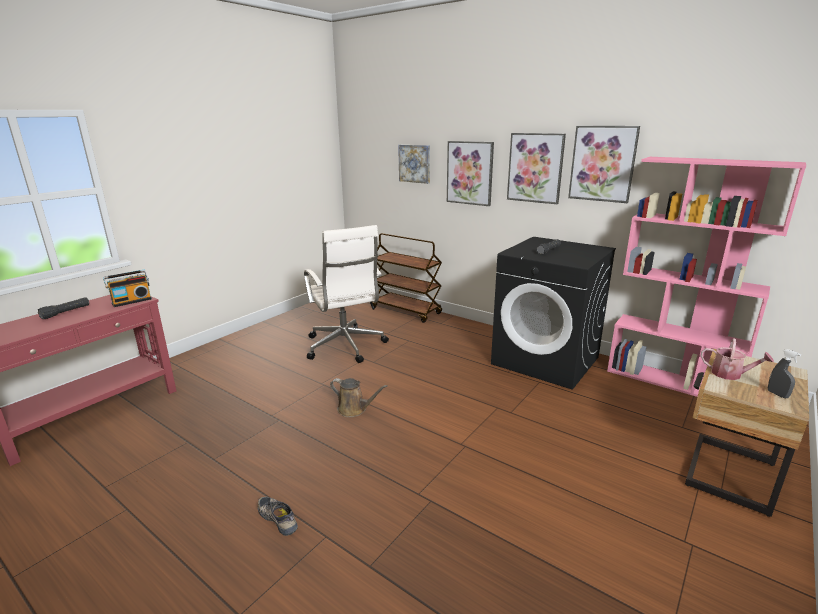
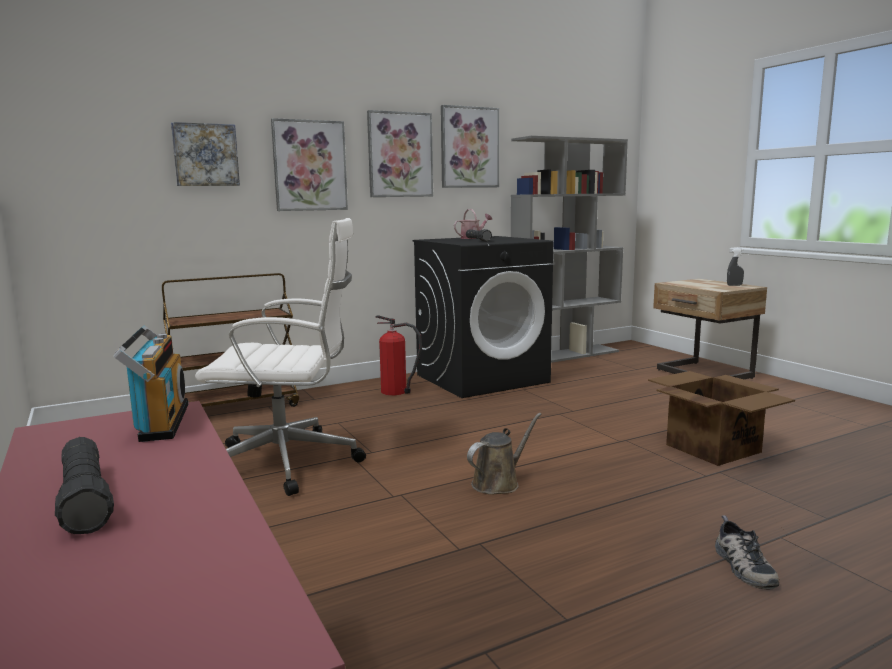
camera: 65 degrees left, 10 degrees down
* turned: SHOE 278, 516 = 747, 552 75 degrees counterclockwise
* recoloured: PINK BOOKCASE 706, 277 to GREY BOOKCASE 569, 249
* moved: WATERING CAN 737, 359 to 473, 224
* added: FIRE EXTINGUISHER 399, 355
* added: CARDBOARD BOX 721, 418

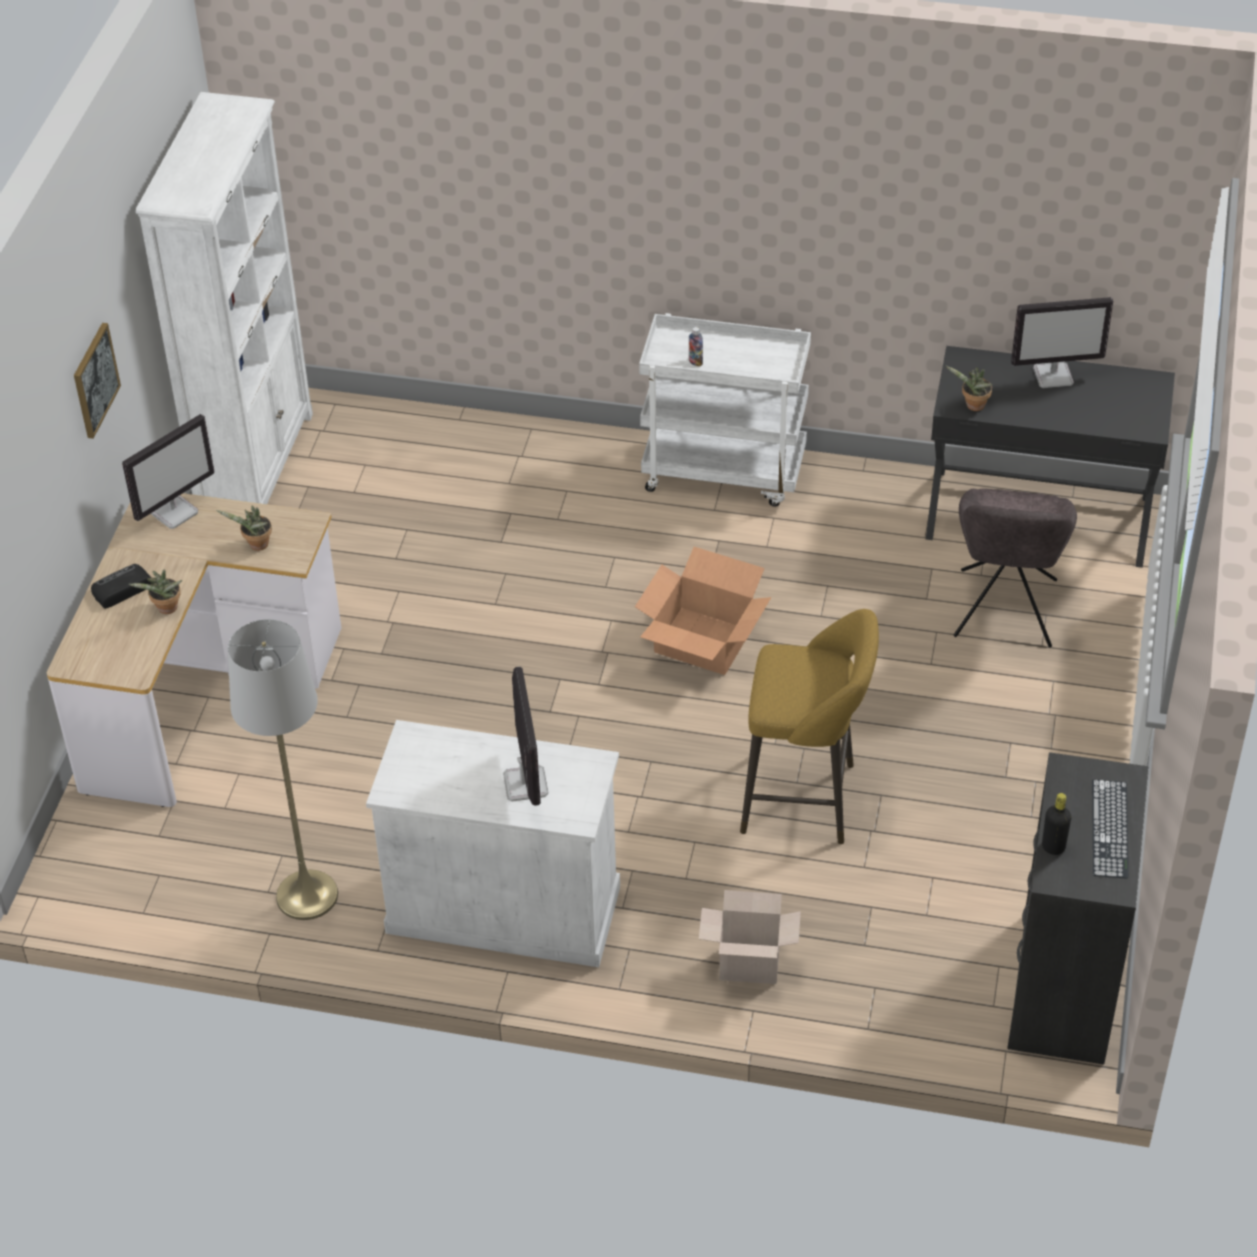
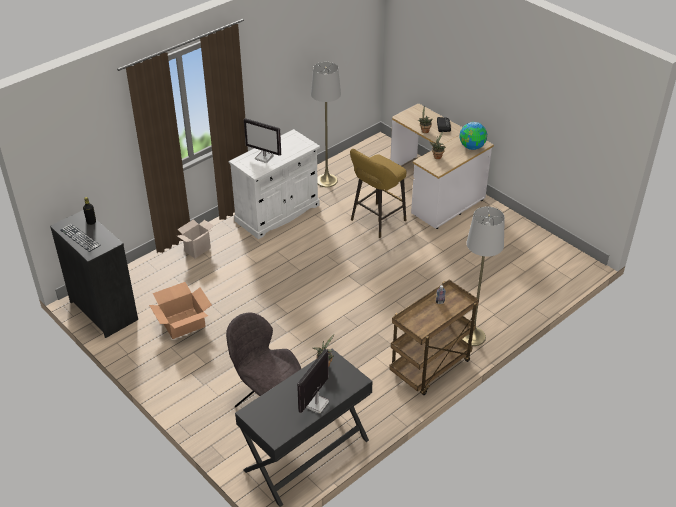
camera: 125 degrees right, 5 degrees down
* removed: PICTURE 97, 381
* replaced: MONITOR 168, 471 to GLOBE 473, 136
* removed: WHITE BOOKCASE 224, 298
* moved: CARDBOARD BOX 703, 611 to 180, 310
* recoloured: WHITE CART 725, 410 to BROWN CART 434, 337
* moved: YELLOW STOOL 809, 726 to 378, 193
* added: GREY FLOOR LAMP 484, 276

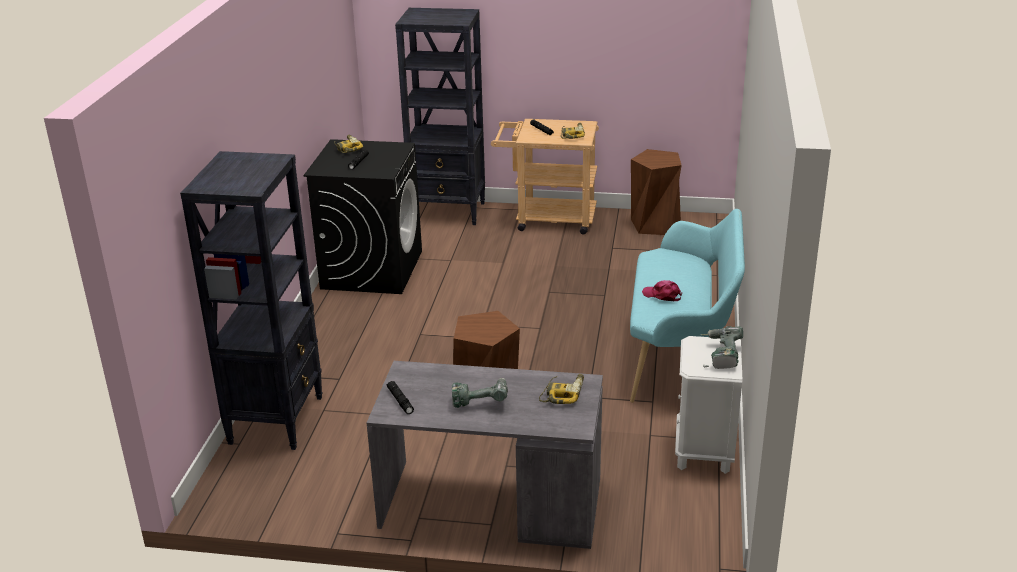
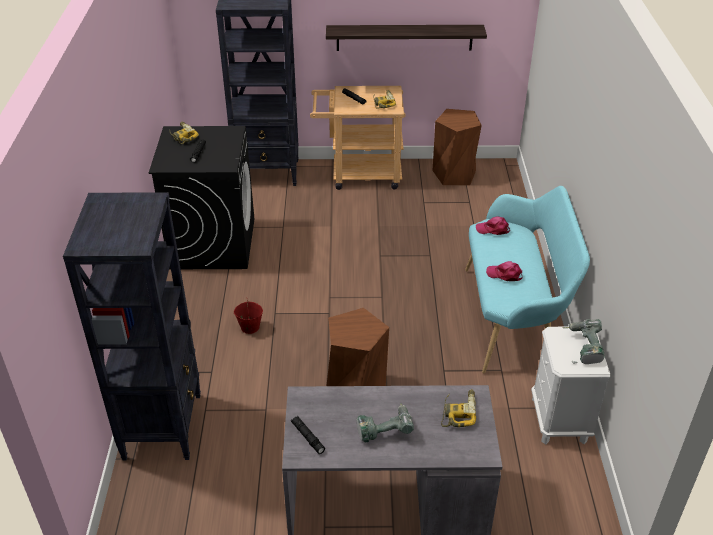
camera: 10 degrees left, 10 degrees up
* added: RED BUCKET 248, 315
* added: SHELF 406, 38
* added: PINK CAP 493, 225

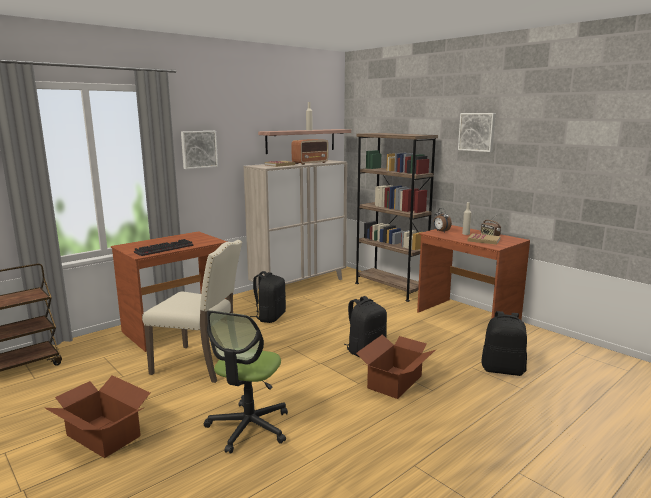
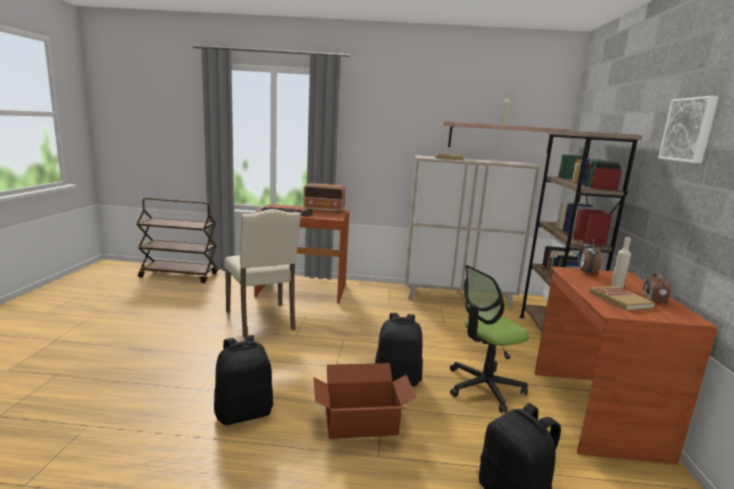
camera: 45 degrees right, 0 degrees up
* removed: CARDBOARD BOX 97, 416
* removed: PICTURE 199, 150
* moved: OFFICE CHAIR 246, 382 to 489, 339
* moved: BLACK BACKPACK 268, 297 to 243, 380
* moved: RADIO 309, 152 to 324, 197

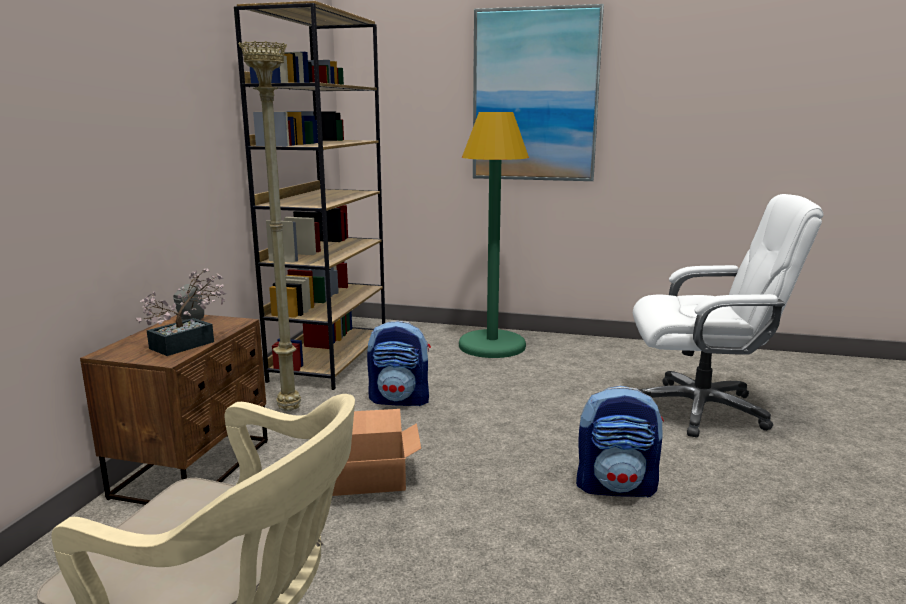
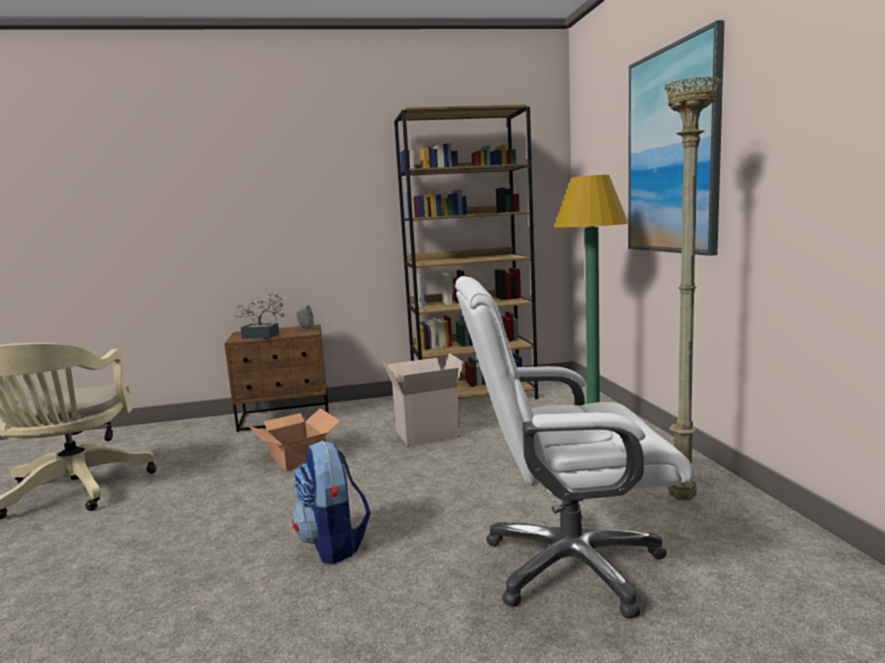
camera: 65 degrees right, 5 degrees down
* moved: BEIGE FLOOR LAMP 270, 226 to 693, 288
* replaced: BACKPACK 399, 363 to CARDBOARD BOX 423, 399
* turned: WHITE OFFICE CHAIR 728, 315 = 574, 447 105 degrees clockwise

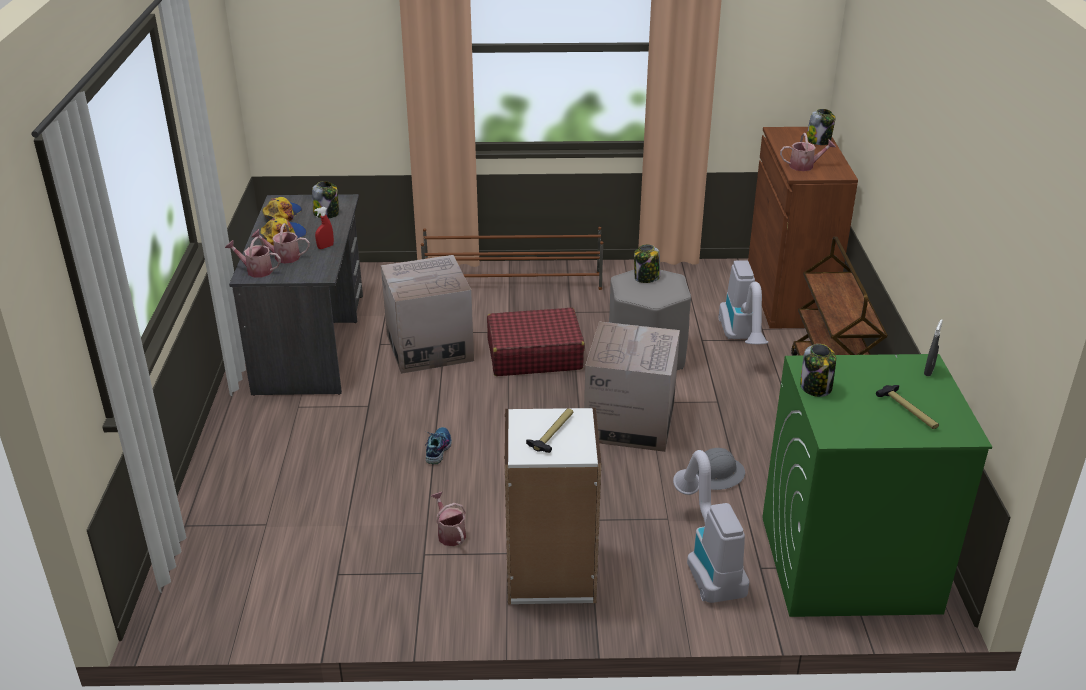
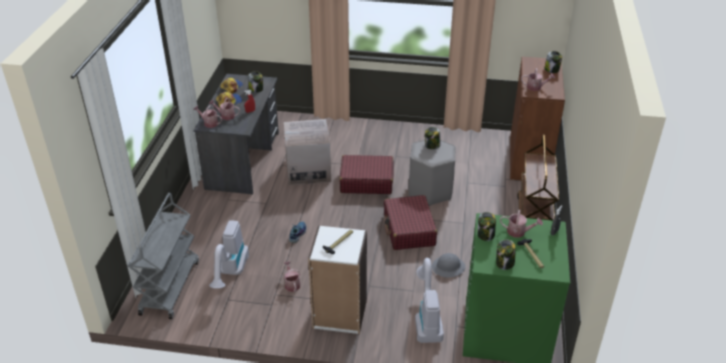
camera: 10 degrees right, 5 degrees up
* removed: BROWN SHOE RACK 512, 258
* replaced: CARDBOARD BOX 632, 387 to RED SUITCASE 410, 222
* moved: VACUUM CLEANER 743, 302 to 229, 254
* added: GREY CART 163, 256
* added: JAR 506, 255
* added: WATERING CAN 521, 223

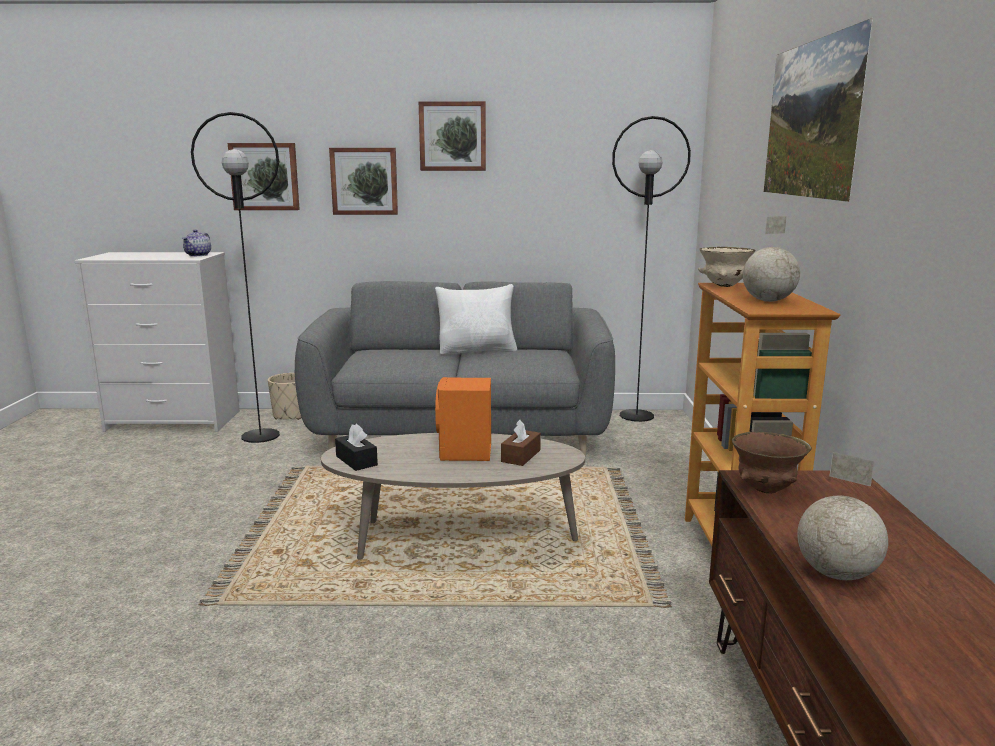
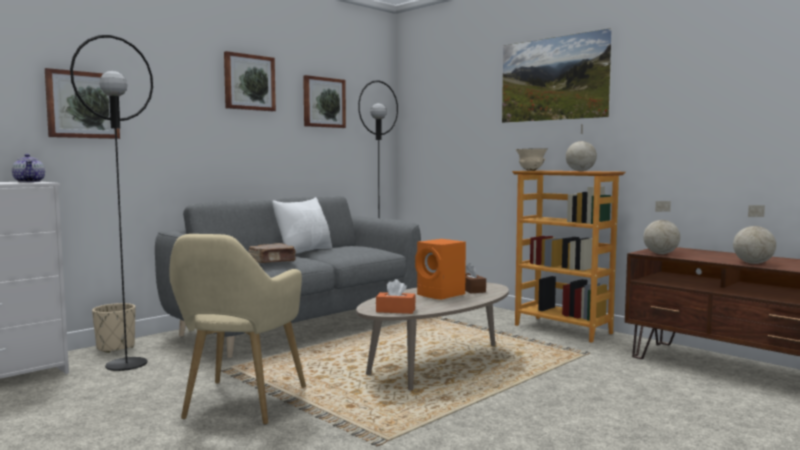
camera: 45 degrees left, 10 degrees down
* moved: PICTURE 363, 181 to 324, 101
* recoloured: BLACK TISSUE BOX 356, 447 to ORANGE TISSUE BOX 396, 296
* replaced: BROWN BOWL 772, 463 to GLOBE 661, 227
* added: BEIGE ARMCHAIR 238, 329
* added: BROWN BOOK 272, 253

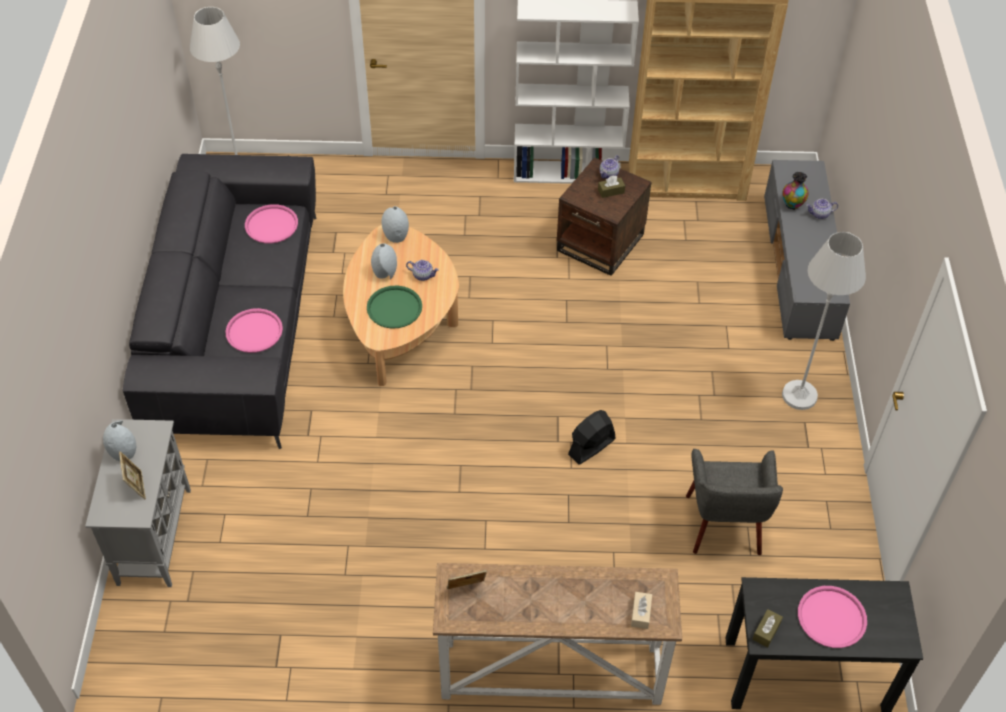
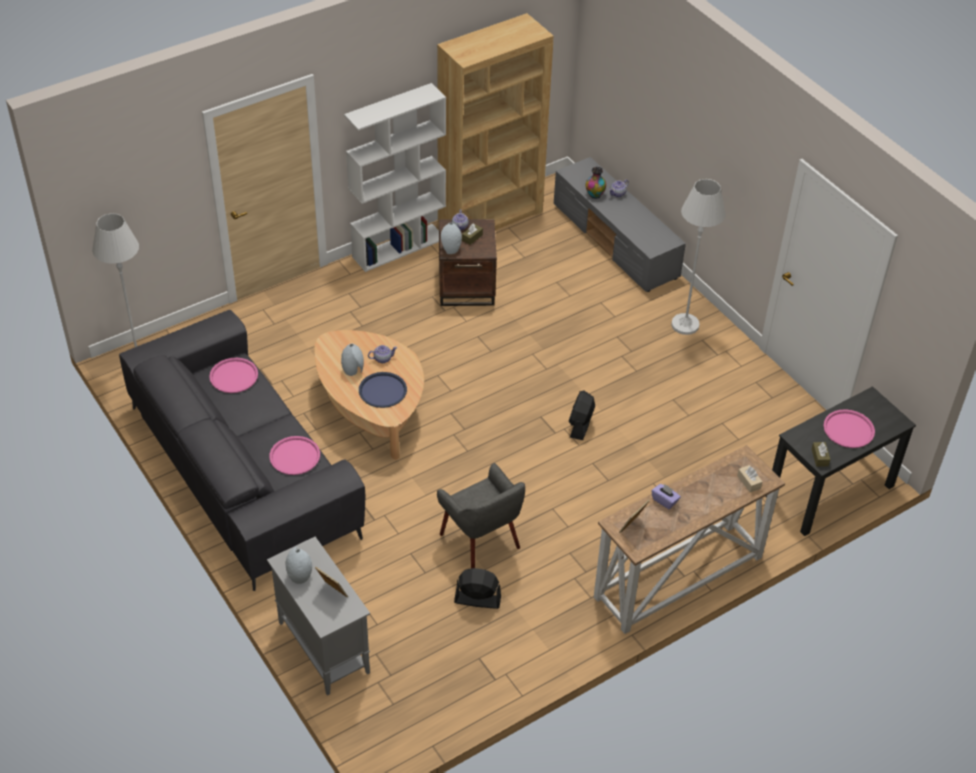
camera: 35 degrees left, 5 degrees down
* recoloured: GREEN TRAY 394, 307 to BLUE TRAY 383, 390
* moved: GREY VASE 395, 224 to 451, 238
* moved: GREY ARMCHAIR 734, 502 to 481, 516
* added: BLACK FAN 477, 588
* added: PURPLE TISSUE BOX 666, 496

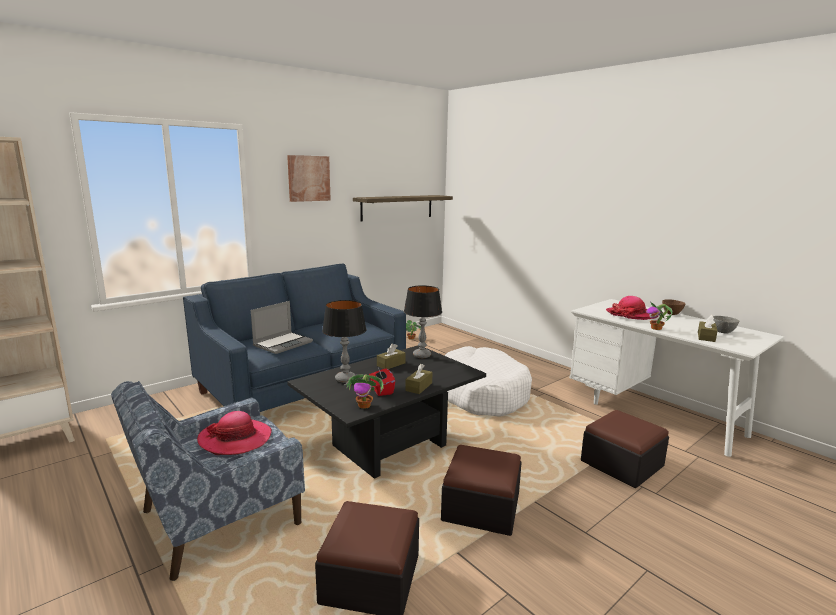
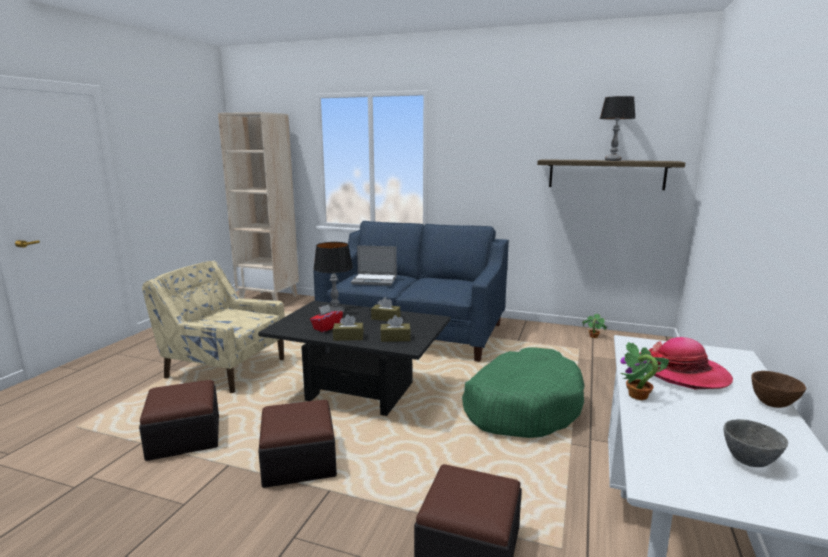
camera: 60 degrees right, 0 degrees up
* recoloured: BLUE ARMCHAIR 208, 481 to BEIGE ARMCHAIR 213, 327
* removed: HAT 234, 433
* removed: PICTURE 309, 178
* removed: POTTED PLANT 364, 391
* moved: TABLE LAMP 423, 321 to 618, 128
* recoloured: WHITE DOG BED 488, 381 to GREEN DOG BED 523, 392
* moved: BROWN TISSUE BOX 708, 328 to 395, 328

